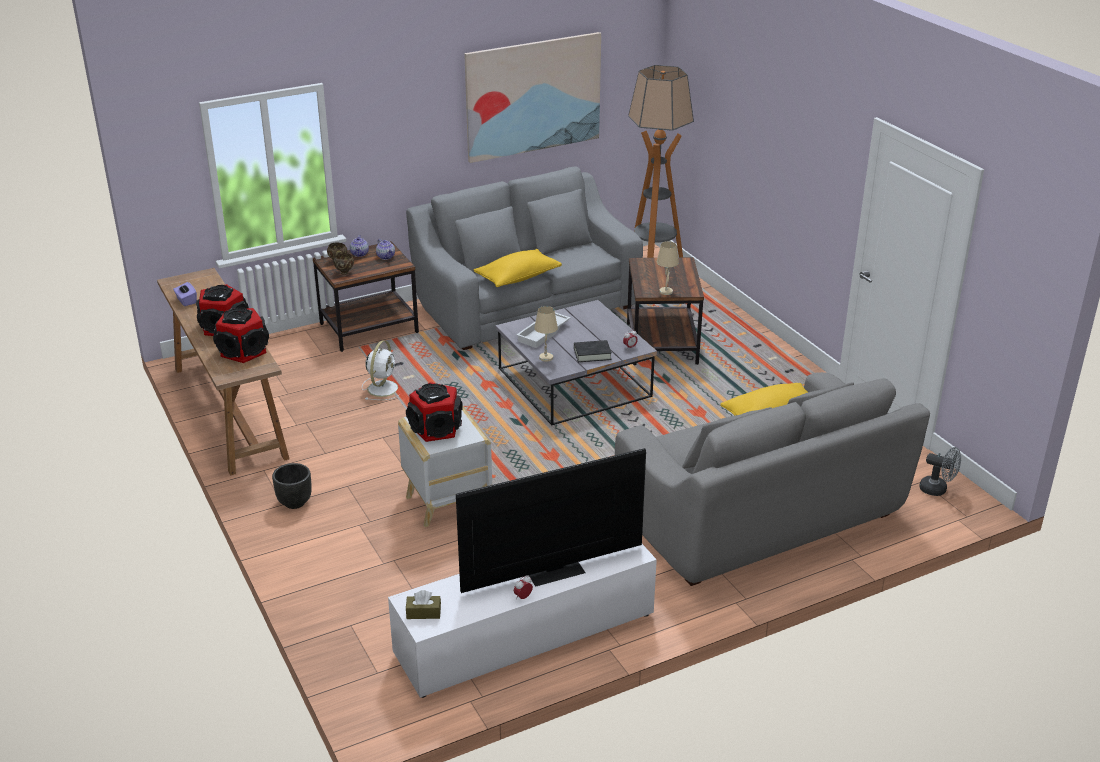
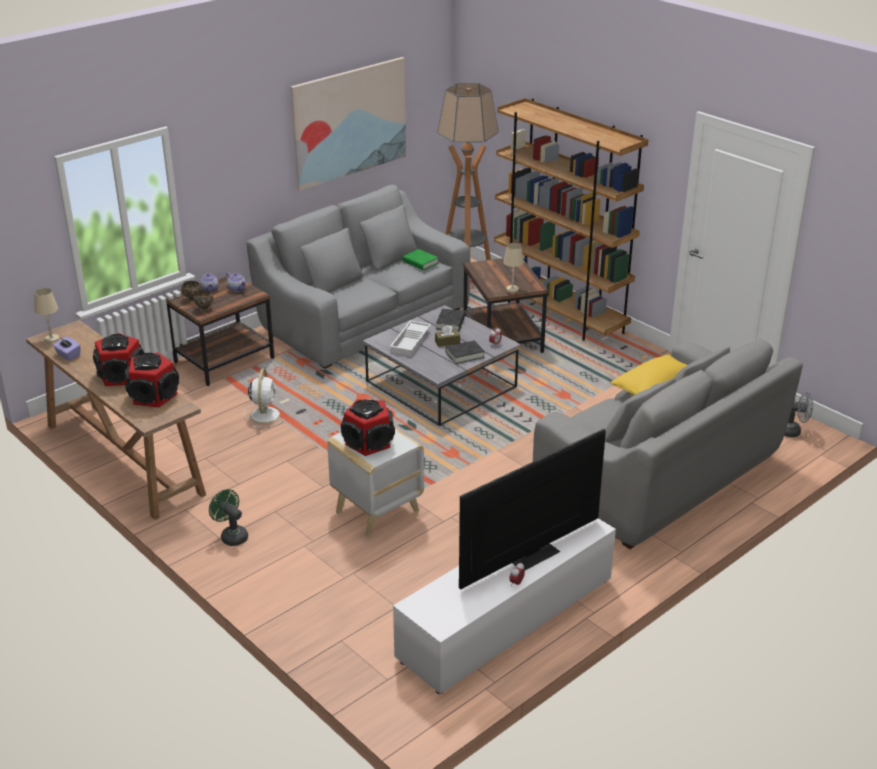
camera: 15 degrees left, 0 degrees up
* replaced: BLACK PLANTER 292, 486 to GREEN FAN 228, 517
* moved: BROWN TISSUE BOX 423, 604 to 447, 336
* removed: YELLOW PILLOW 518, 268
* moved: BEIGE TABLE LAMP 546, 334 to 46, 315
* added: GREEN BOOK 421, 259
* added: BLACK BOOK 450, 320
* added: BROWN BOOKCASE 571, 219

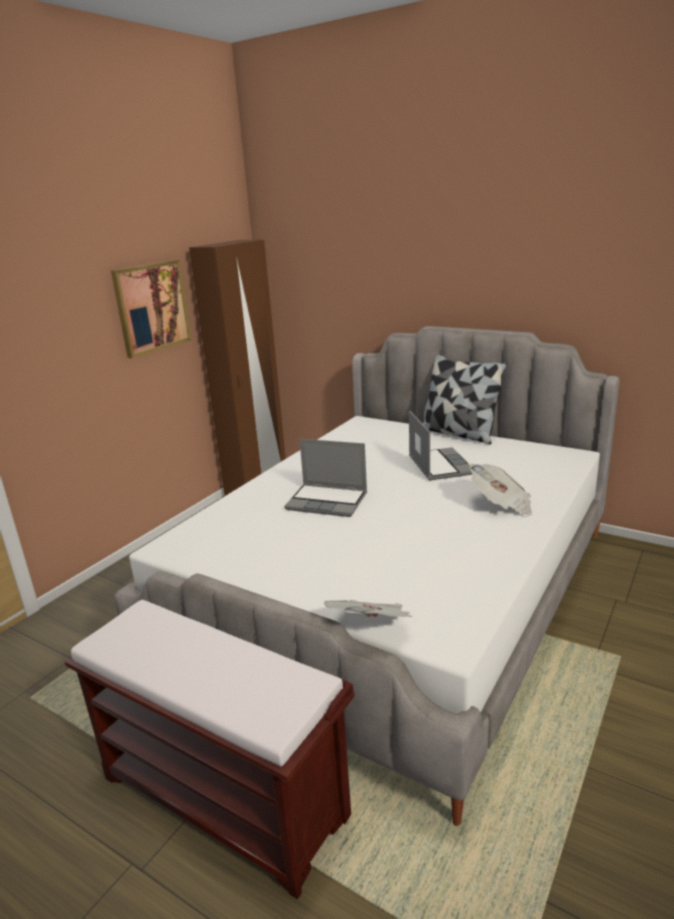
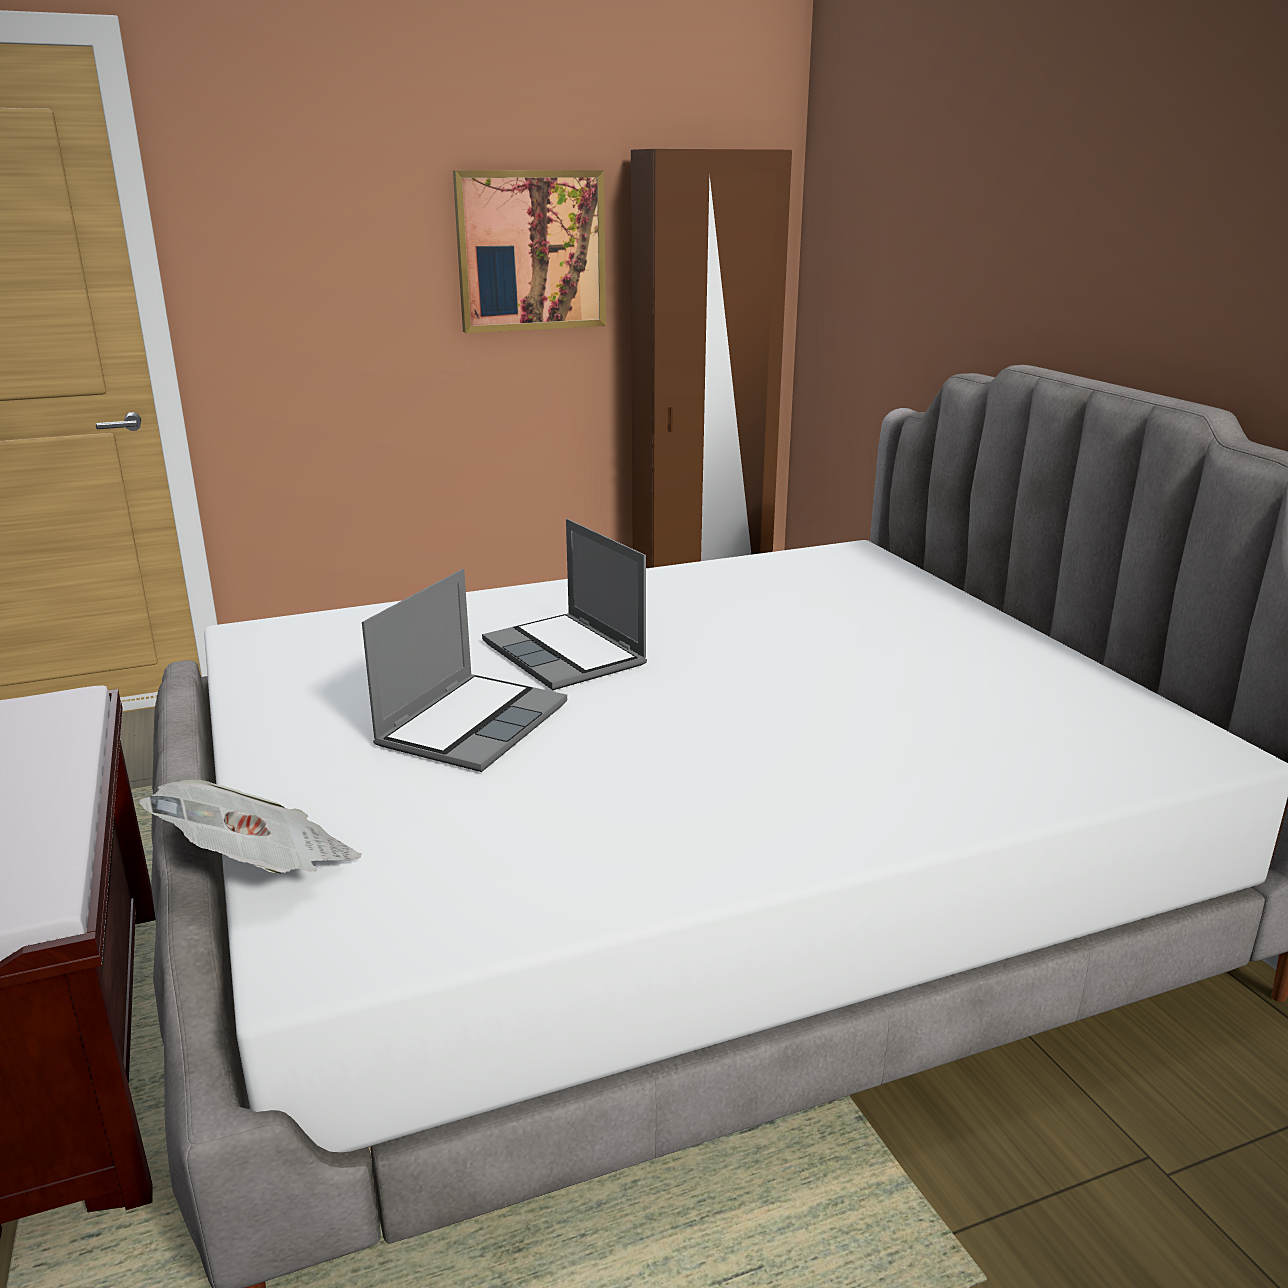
camera: 35 degrees right, 0 degrees up
* moved: LAPTOP 440, 446 to 464, 670
* removed: PILLOW 465, 399
* removed: NEWSPAPER 500, 490

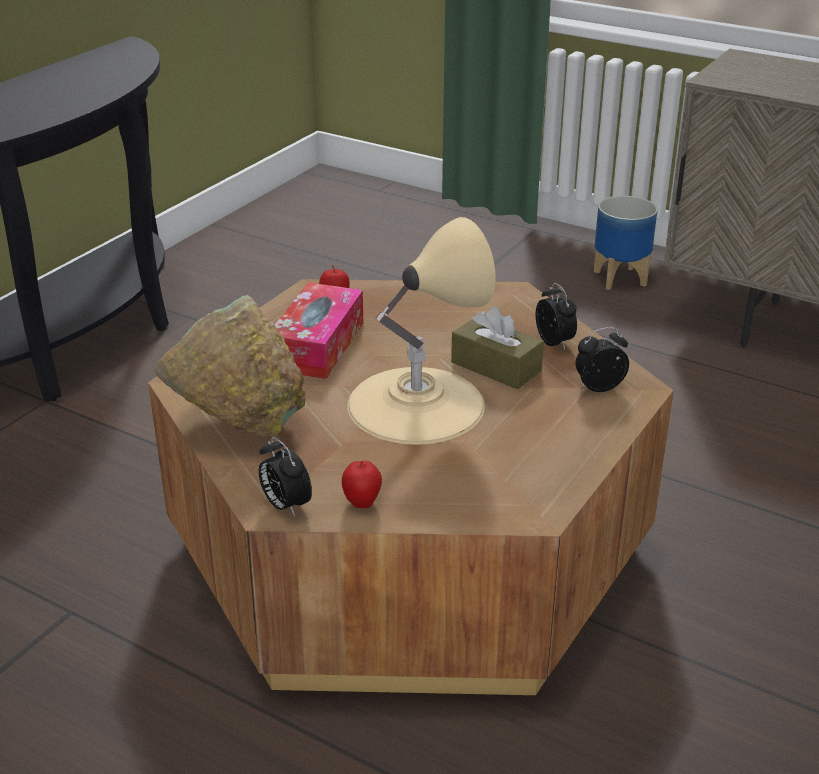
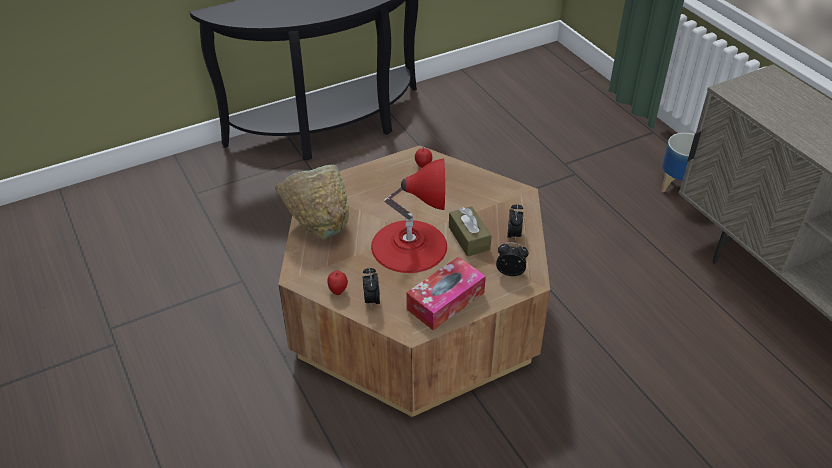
camera: 30 degrees right, 10 degrees up
* moved: ALARM CLOCK 285, 477 to 371, 288
* moved: TISSUE BOX 319, 330 to 446, 293
* recoloured: BEIGE TABLE LAMP 421, 331 to RED TABLE LAMP 409, 215

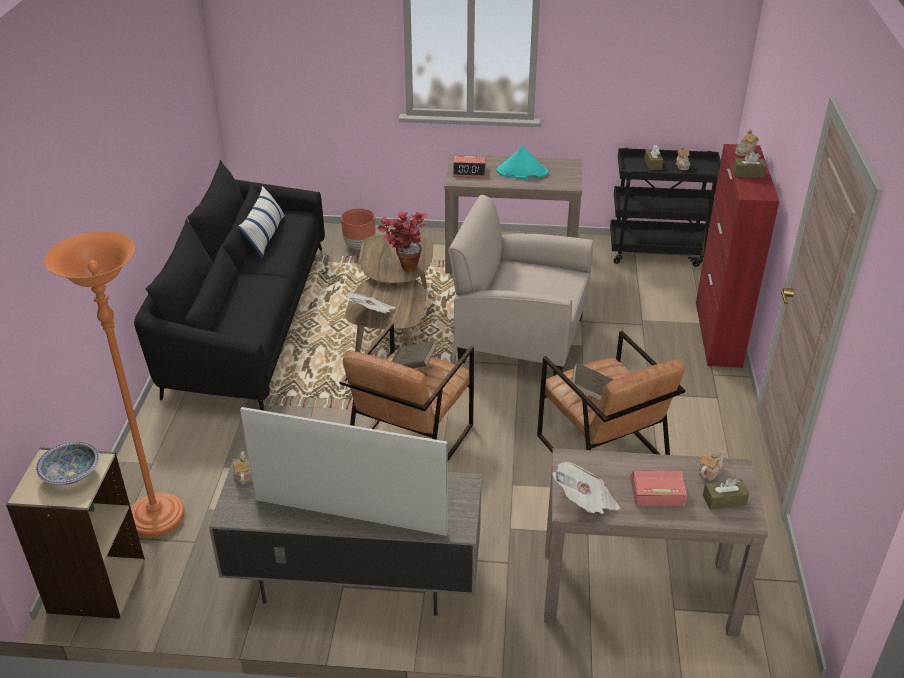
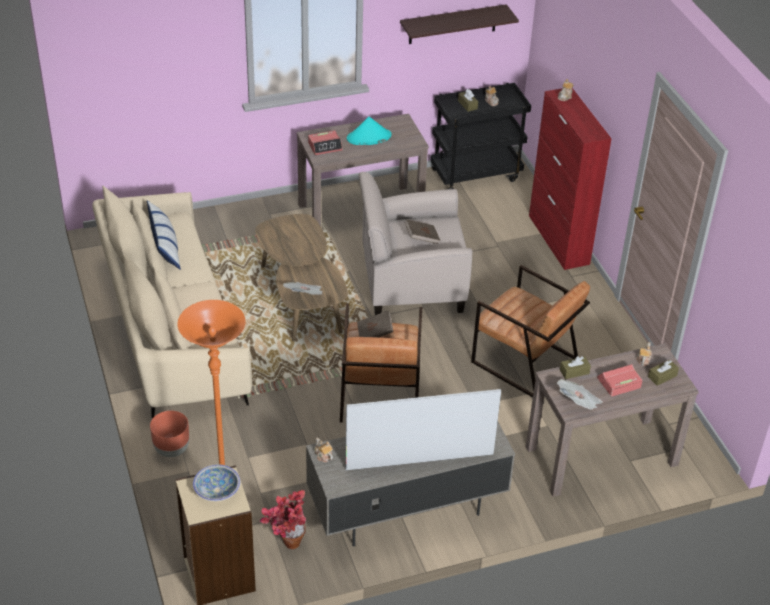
camera: 25 degrees left, 5 degrees up
* recoloured: BLACK SOFA 229, 285 to BEIGE SOFA 172, 301
* moved: BROWN PLANTER 358, 229 to 169, 434
* moved: POTTED PLANT 402, 242 to 283, 519
* moved: BROWN BOOK 592, 382 to 423, 231
* moved: BROWN TISSUE BOX 750, 164 to 575, 367
* added: SHELF 459, 24

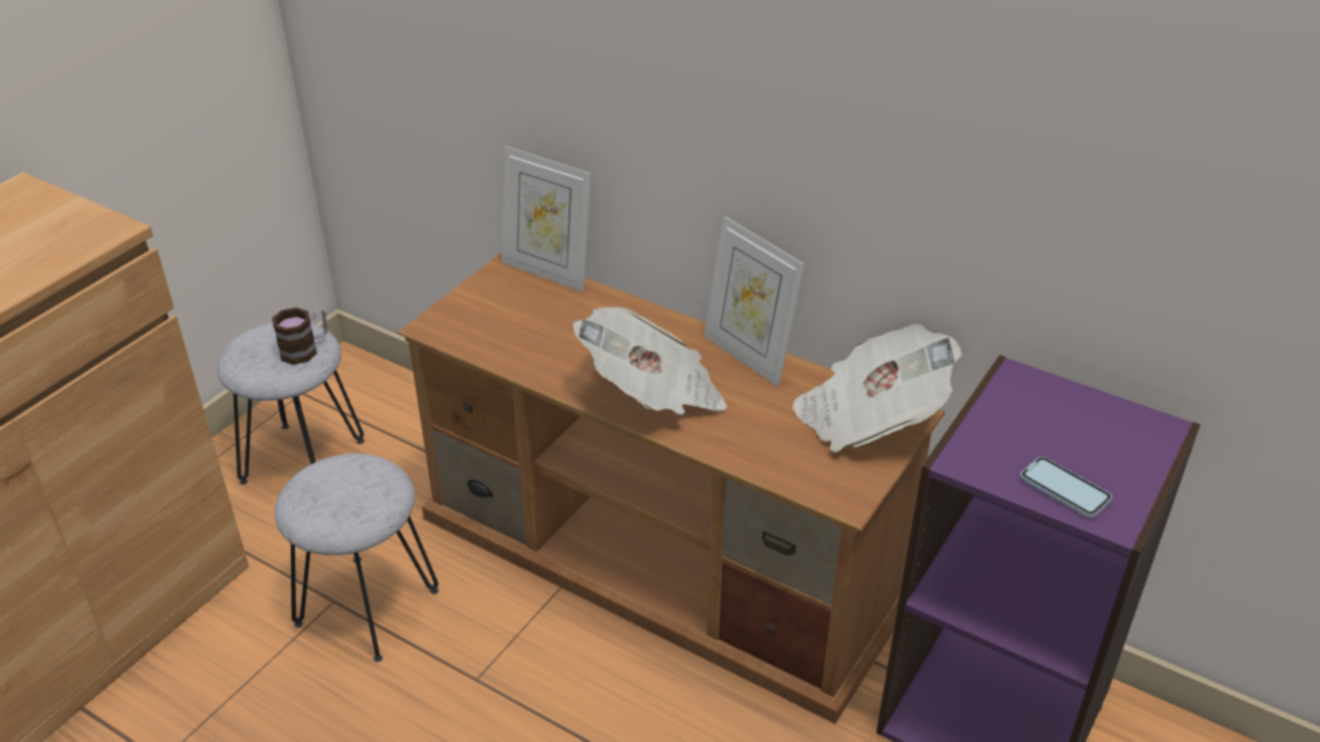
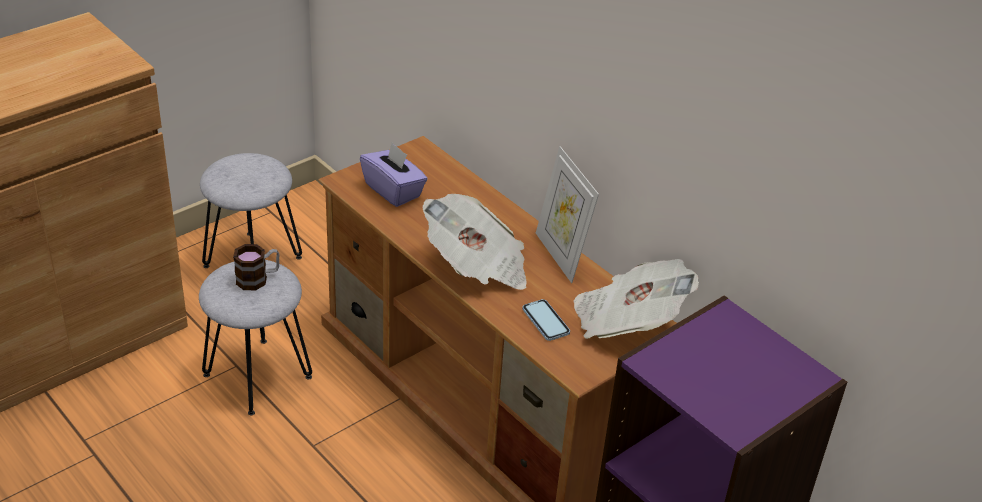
camera: 15 degrees right, 0 degrees up
* moved: MUG 300, 336 to 256, 267
* removed: PICTURE FRAME 546, 219
* moved: PHONE 1066, 487 to 546, 320
* added: PURPLE TISSUE BOX 394, 174

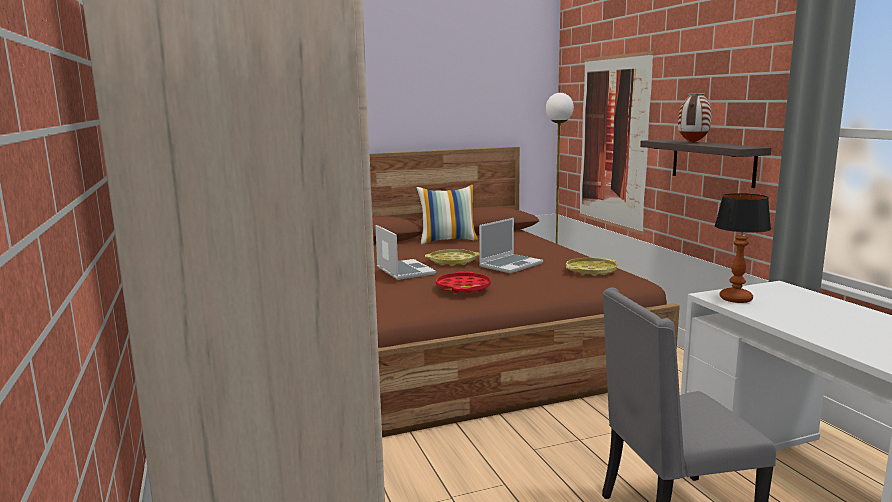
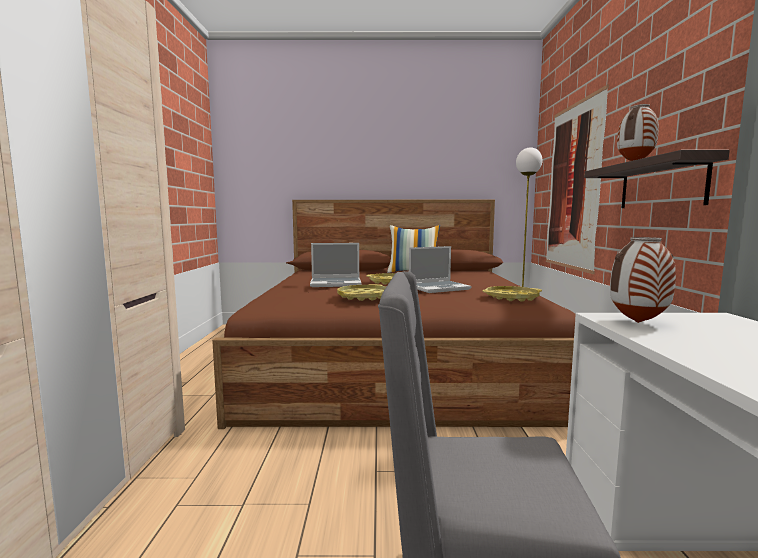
camera: 20 degrees right, 5 degrees down
* turned: LAPTOP 405, 252 = 336, 265 90 degrees clockwise
* recoloured: RED TRAY 463, 282 to YELLOW TRAY 361, 292
* replaced: TABLE LAMP 743, 248 to VASE 643, 280

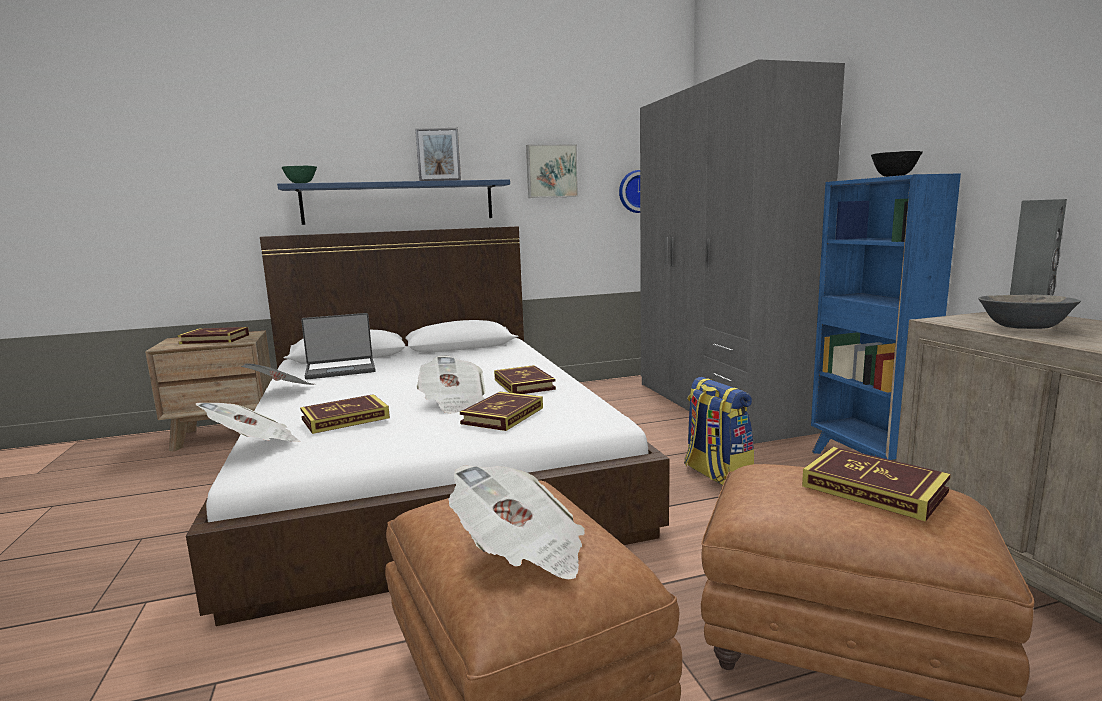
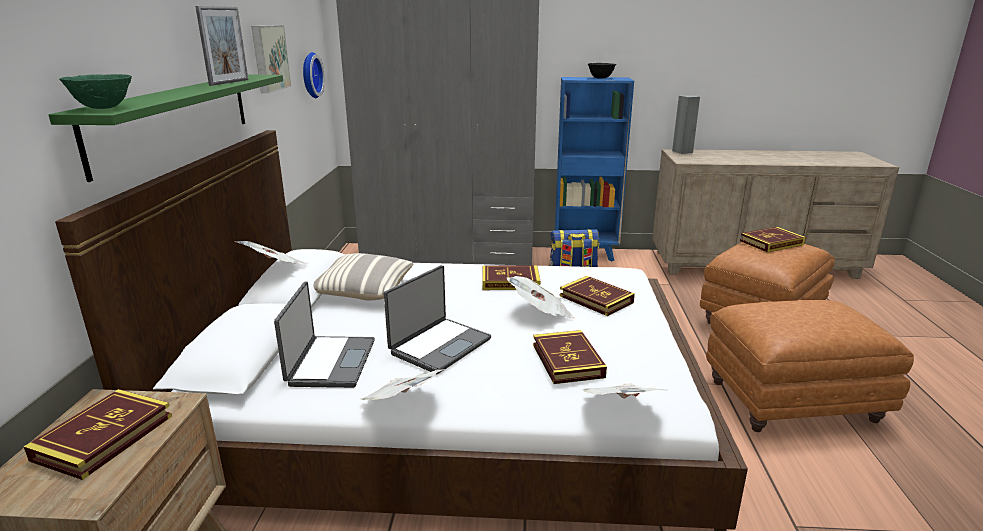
camera: 70 degrees left, 10 degrees up
* recoloured: BLUE SHELF 393, 202 to GREEN SHELF 166, 128
* moved: NEWSPAPER 516, 522 to 271, 252
* removed: GREY BOWL 1029, 311
* added: PILLOW 363, 276
* added: LAPTOP 437, 319

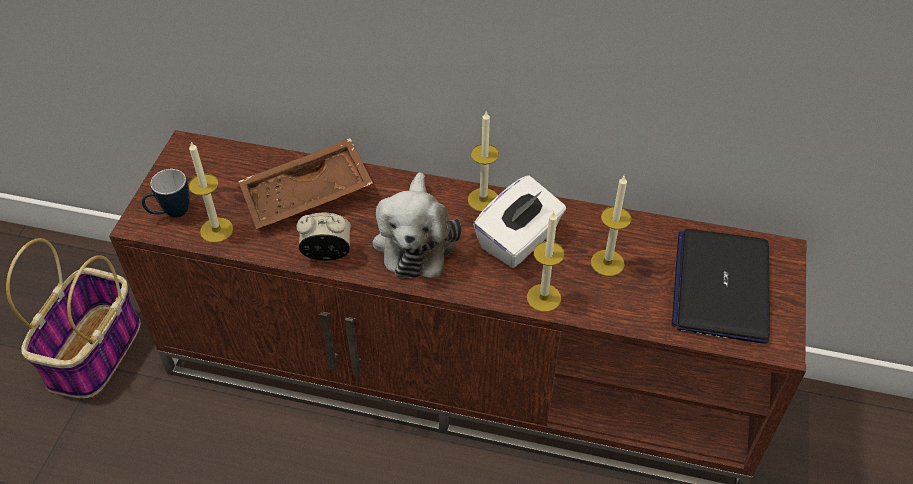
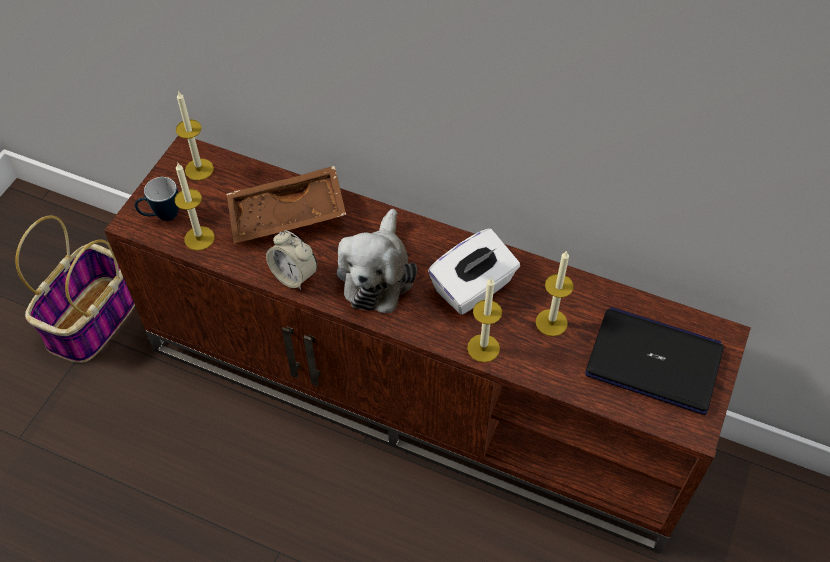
camera: 10 degrees right, 5 degrees up
* turned: ALARM CLOCK 324, 237 = 291, 260 150 degrees counterclockwise
* moved: CANDLE 483, 161 to 195, 136
* turned: LAPTOP 721, 286 = 654, 361 90 degrees clockwise

